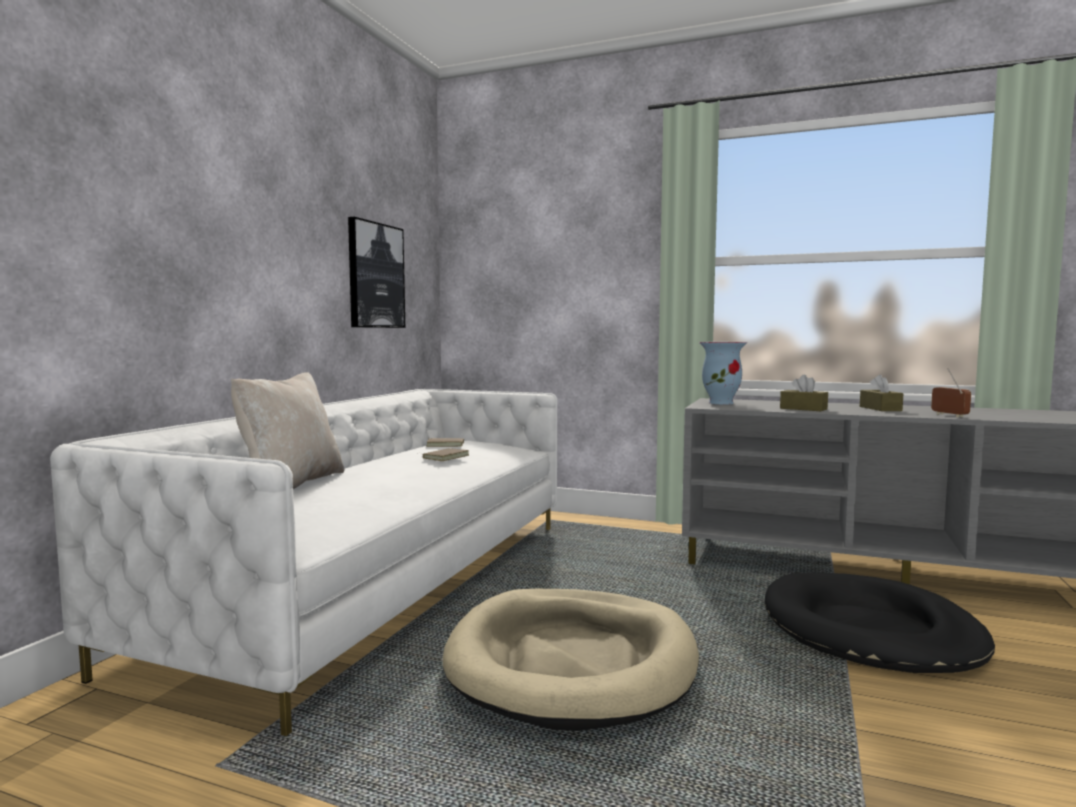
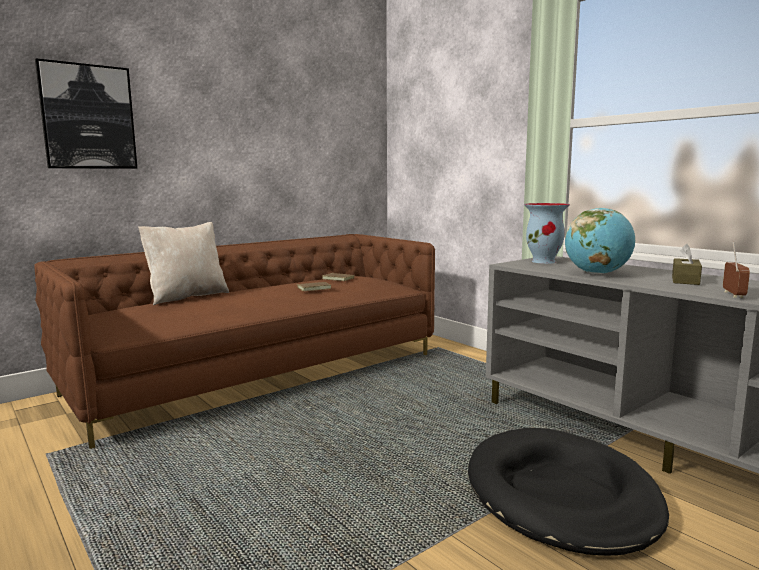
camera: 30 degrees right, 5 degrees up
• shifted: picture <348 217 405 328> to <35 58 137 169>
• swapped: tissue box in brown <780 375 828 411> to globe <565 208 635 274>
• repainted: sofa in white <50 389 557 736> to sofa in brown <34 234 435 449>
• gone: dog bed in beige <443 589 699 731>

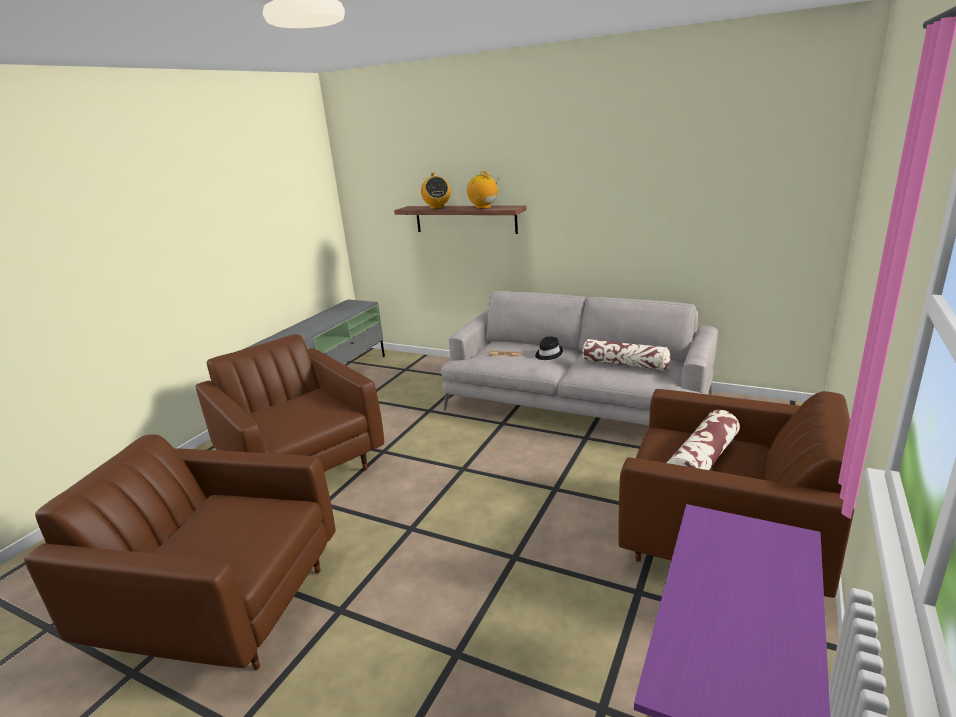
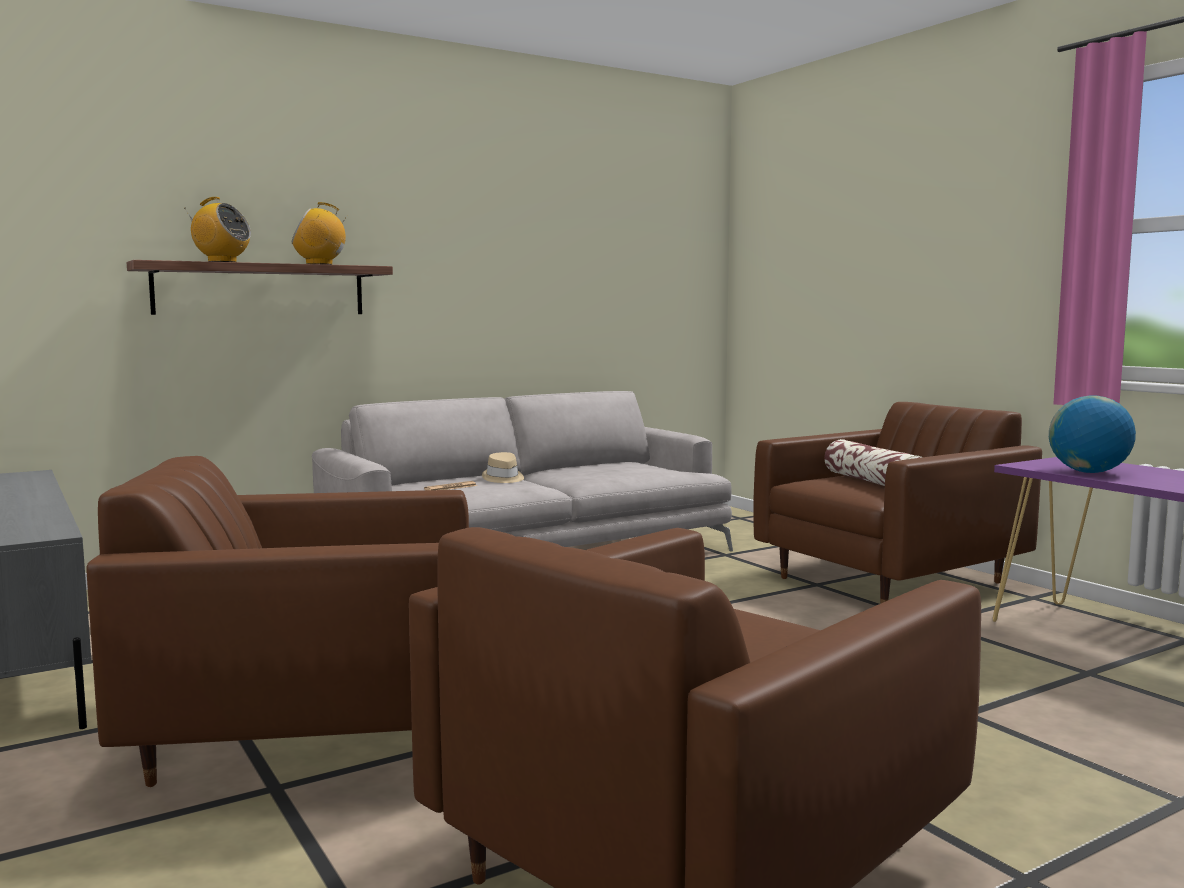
camera: 60 degrees left, 15 degrees down
• repainted: hat in black <535 337 563 360> to hat in beige <482 452 524 483>
• gone: pillow <582 339 671 370>
• new: globe <1049 396 1136 473>

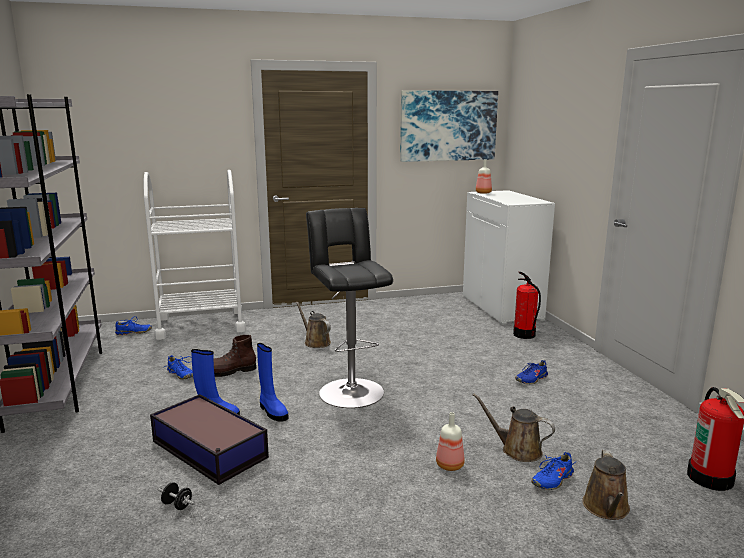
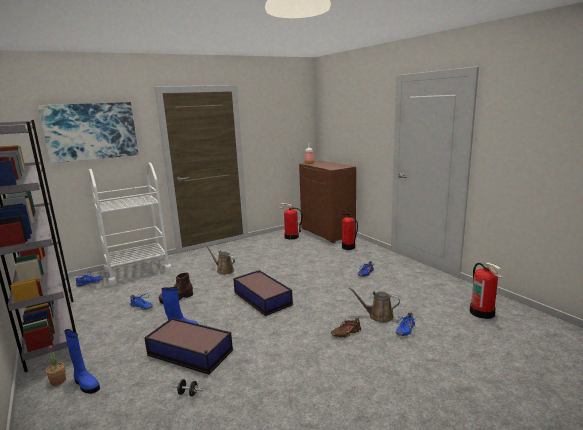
camera: 15 degrees left, 0 degrees up
• shifted: picture <400 90 498 162> to <38 102 139 164>
• repainted: cabinet in white <463 190 555 325> to cabinet in brown <299 161 356 243>
• swapped: stool in black <306 208 393 408> to storage box <233 270 293 316>
• shifted: boot in blue <257 343 289 422> to <64 329 100 394>
• swapped: bottle <436 412 465 471> to shoe in brown <331 318 361 338>
• gone: watering can in brown <582 450 630 520>
• new: fire extinguisher <280 203 303 239>
• new: potted plant <46 345 66 386>

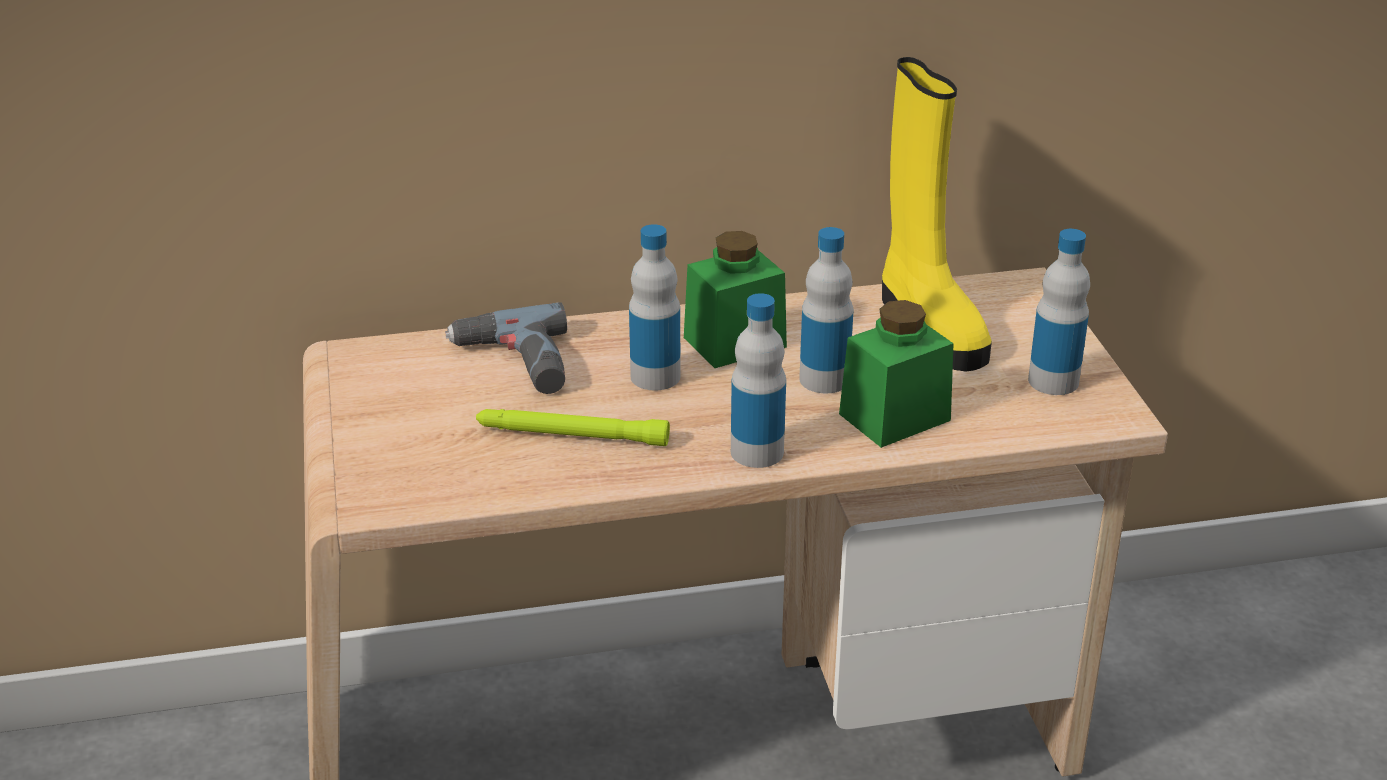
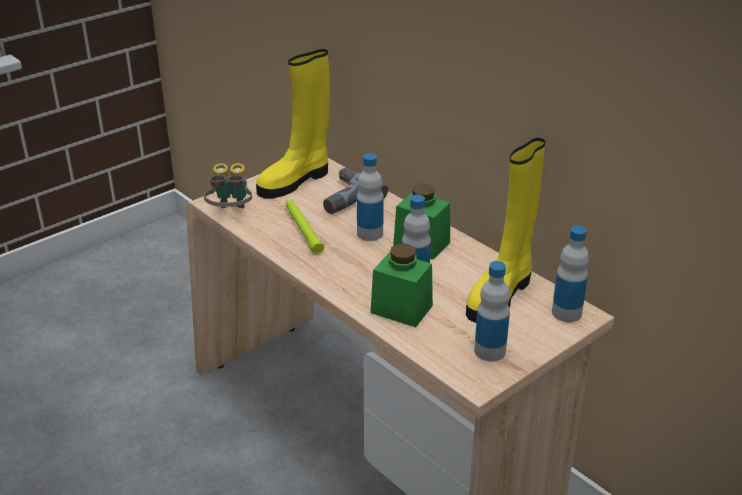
camera: 60 degrees right, 0 degrees up
• shifted: bottle <731 293 786 468> to <552 226 589 322>
• new: boot in yellow <256 49 330 199>
• new: binoculars <204 163 252 208>

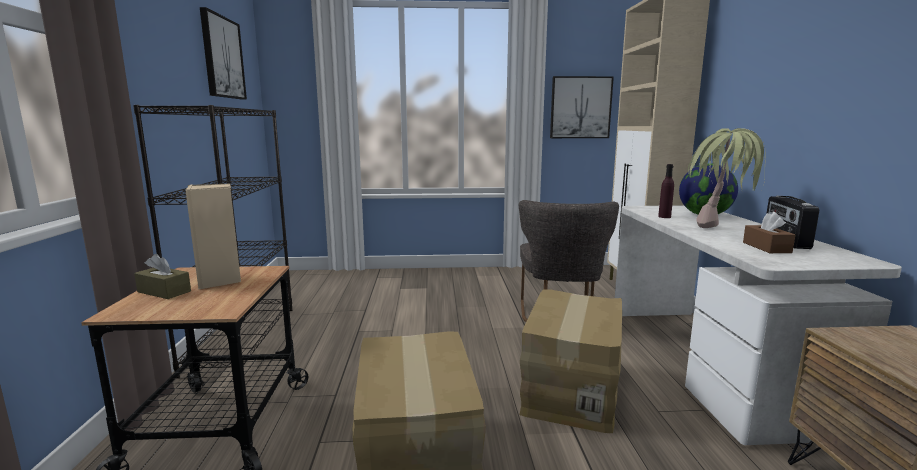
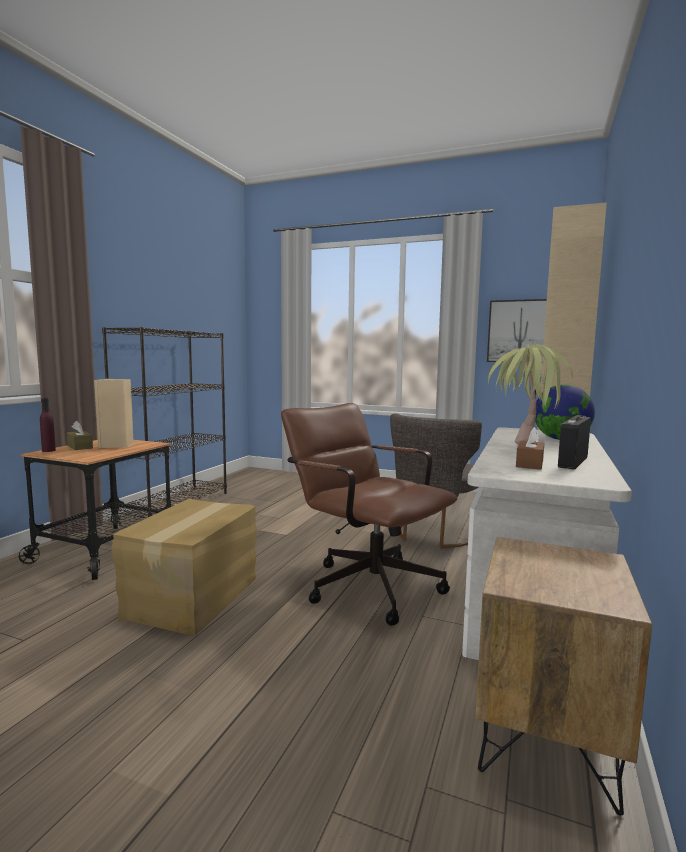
camera: 25 degrees right, 5 degrees down
• gone: picture <200 7 247 100>
• shifted: bottle in purple <658 164 674 218> to <40 398 56 452>
• swapped: cardboard box <519 289 622 433> to office chair in brown <281 403 457 626>

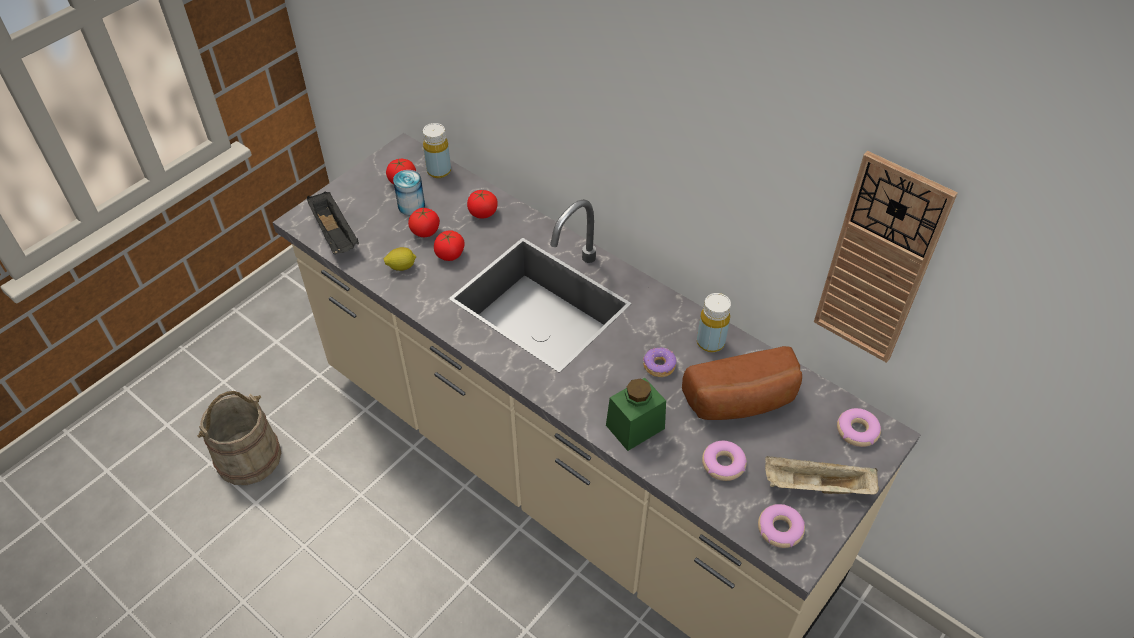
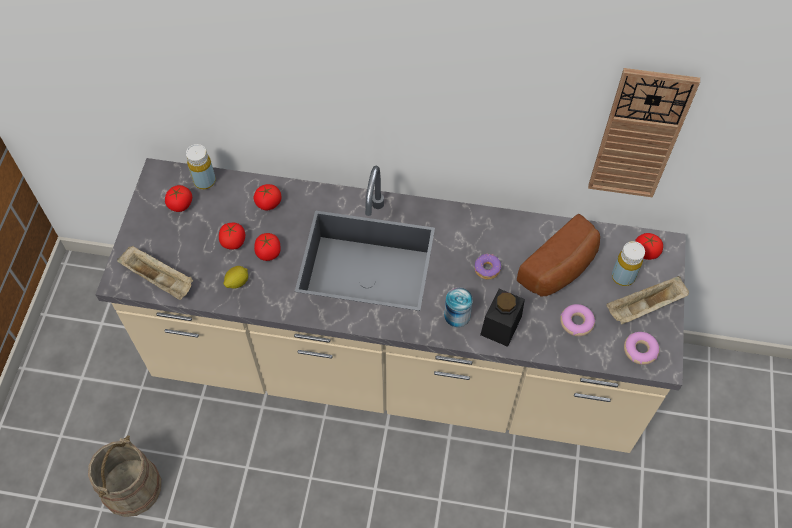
camera: 30 degrees left, 10 degrees up
• shifted: can <393 170 425 215> to <444 287 473 327>
• repainted: tray in black <307 191 359 254> to tray in beige <117 246 193 300>
• shifted: bottle in yellow <697 293 731 352> to <612 241 645 286>
• repainted: jar in green <606 378 666 451> to jar in black <480 289 525 347>
• swapped: donut <837 408 881 447> to tomato <635 233 663 260>

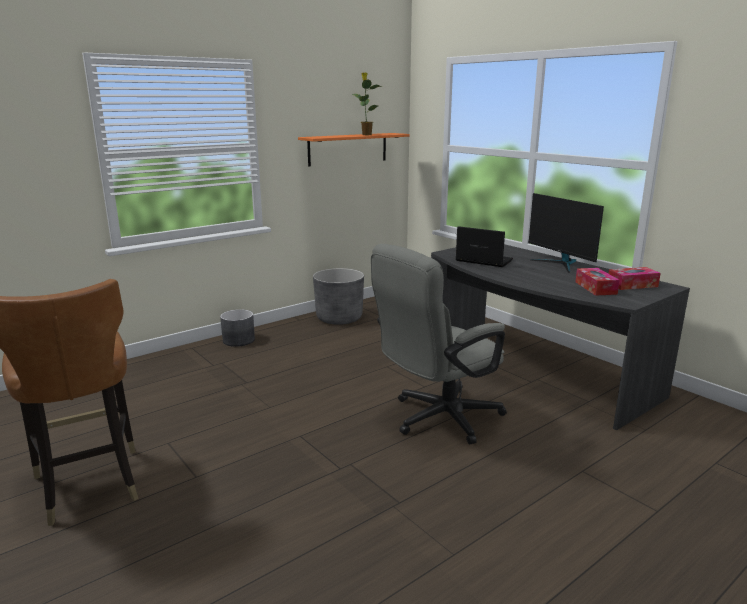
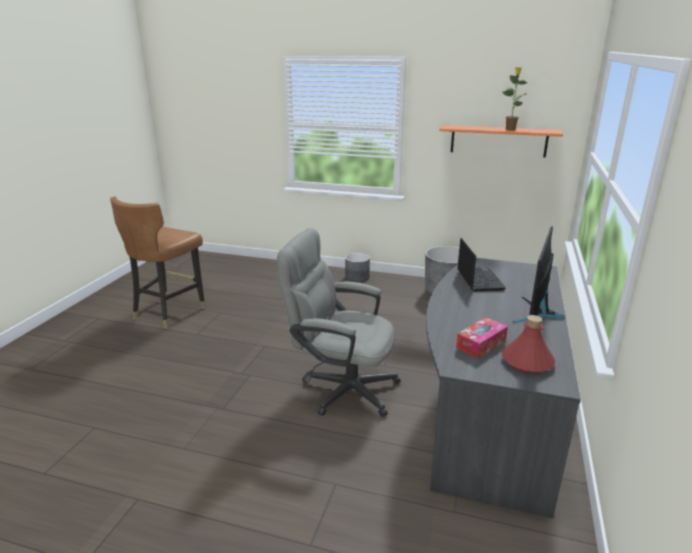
camera: 55 degrees right, 5 degrees up
• swapped: tissue box <608 267 661 290> to bottle in red <502 315 555 373>

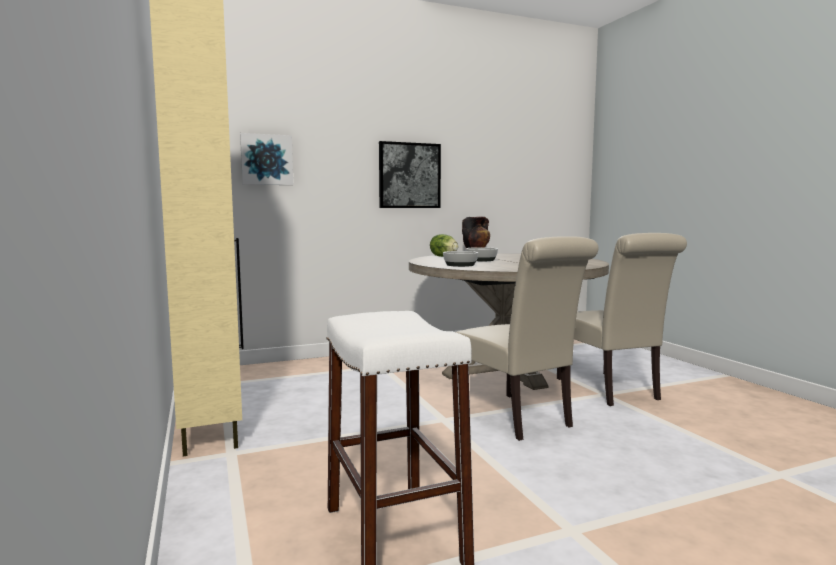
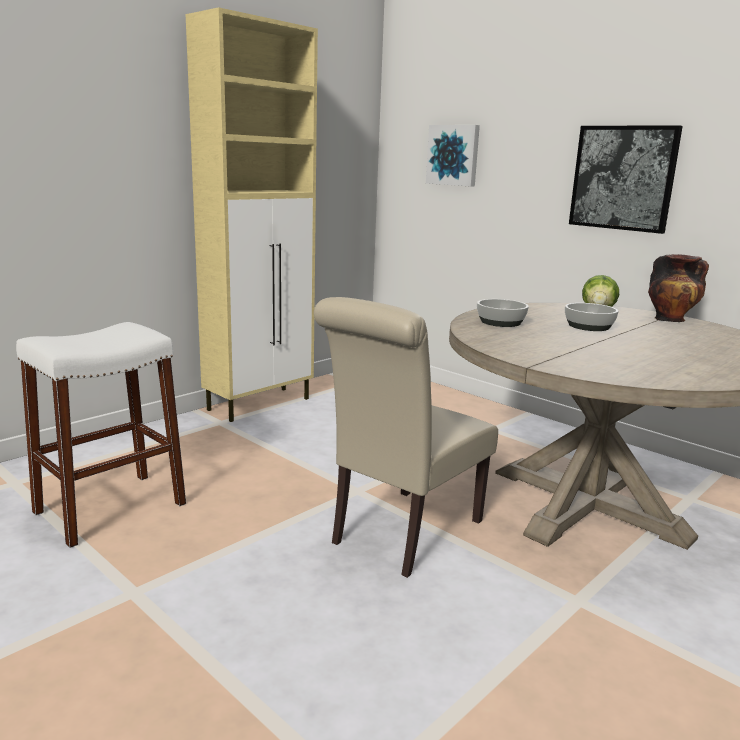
camera: 65 degrees right, 10 degrees up
• gone: chair in beige <557 233 687 406>

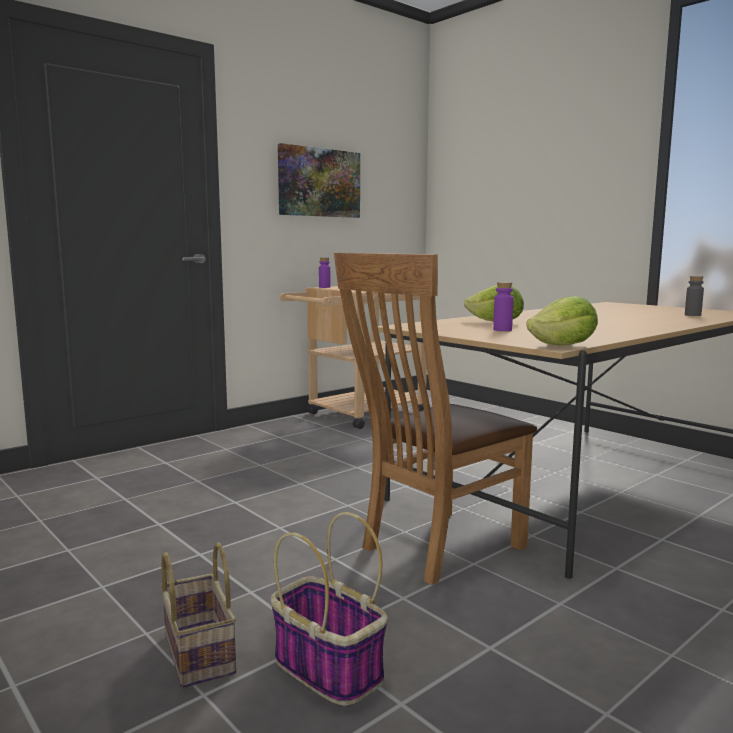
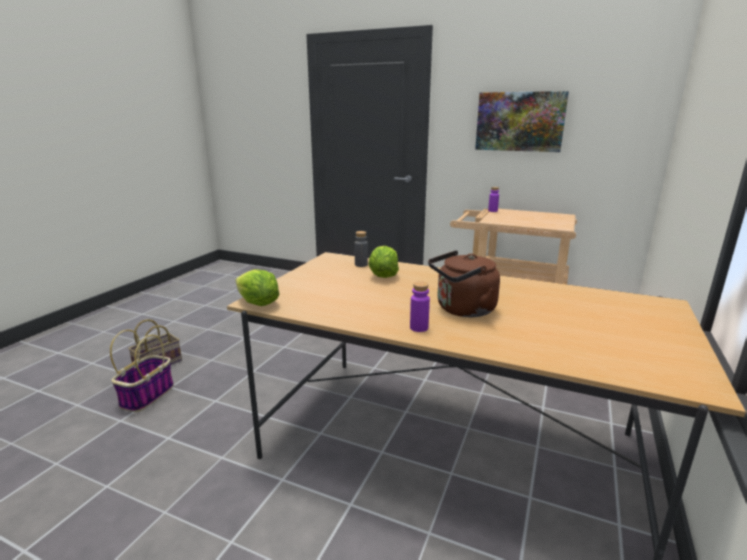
camera: 65 degrees right, 10 degrees up
• gone: chair in brown <334 253 537 585>
• shifted: bottle in grey <685 276 704 316> to <354 231 368 267>
• shifted: bottle in purple <493 282 513 331> to <410 281 430 332>
• new: kettle in brown <428 250 500 317>

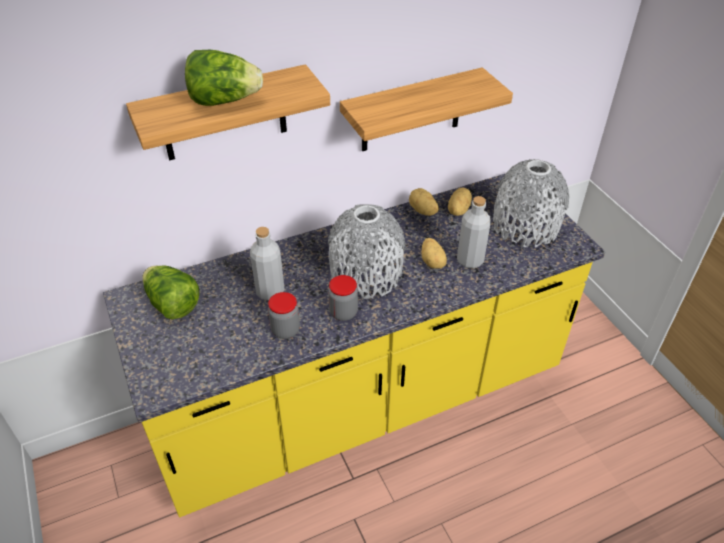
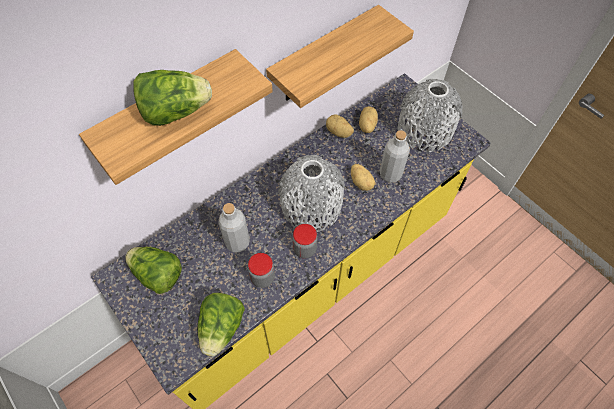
camera: 15 degrees left, 15 degrees up
• new: lettuce <197 293 245 357>

